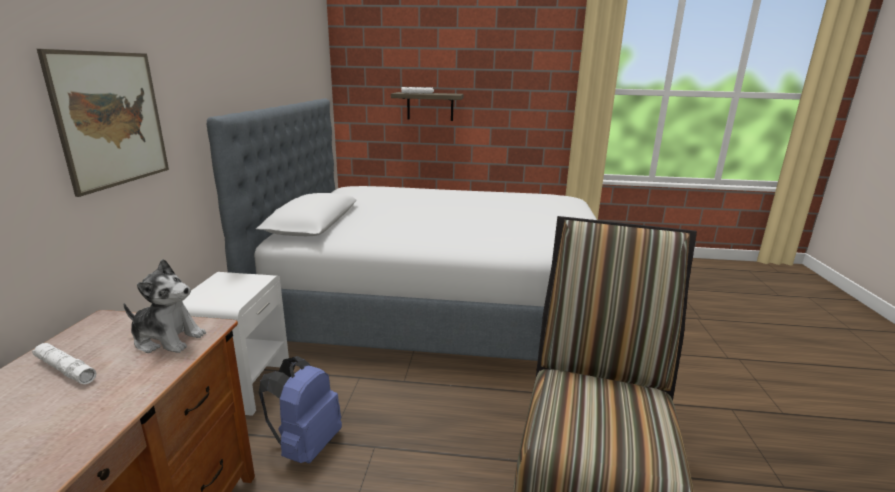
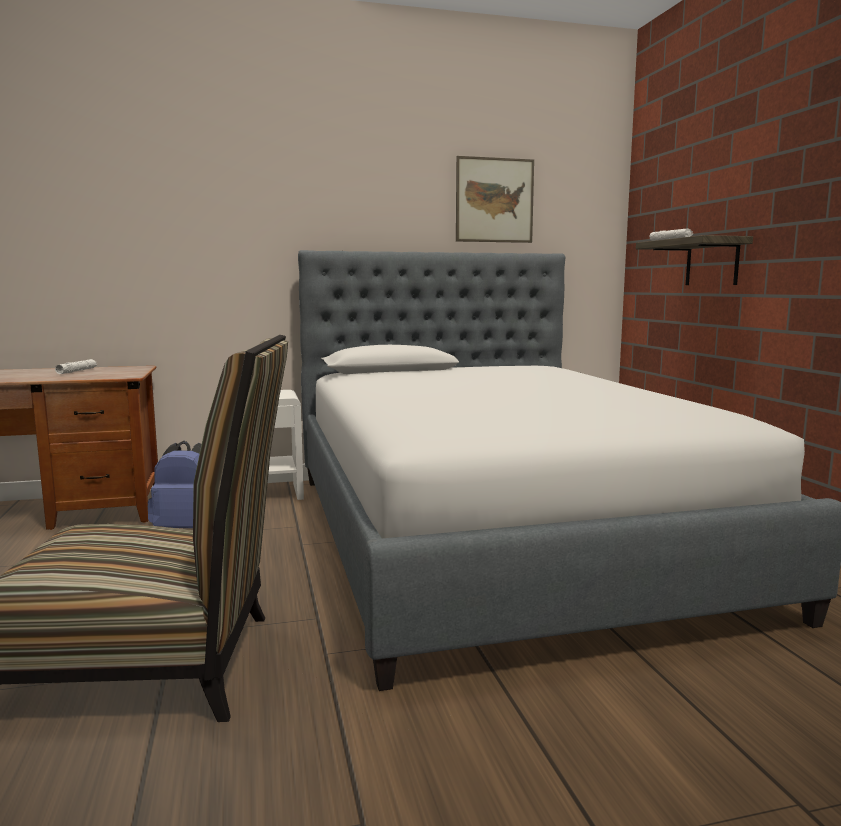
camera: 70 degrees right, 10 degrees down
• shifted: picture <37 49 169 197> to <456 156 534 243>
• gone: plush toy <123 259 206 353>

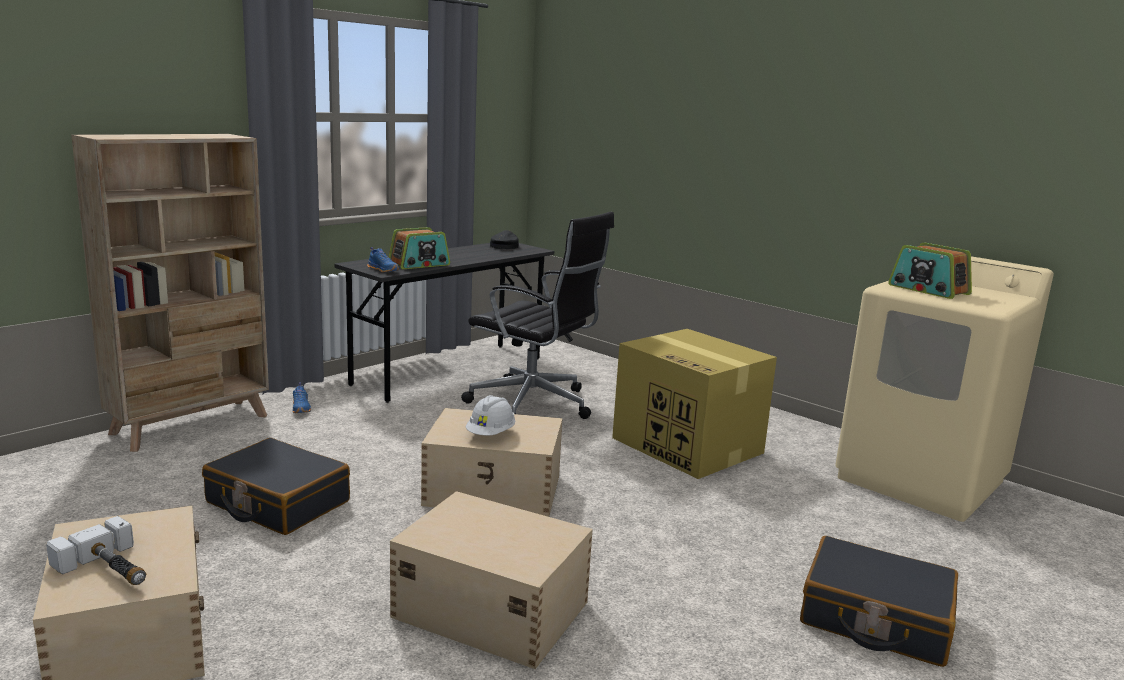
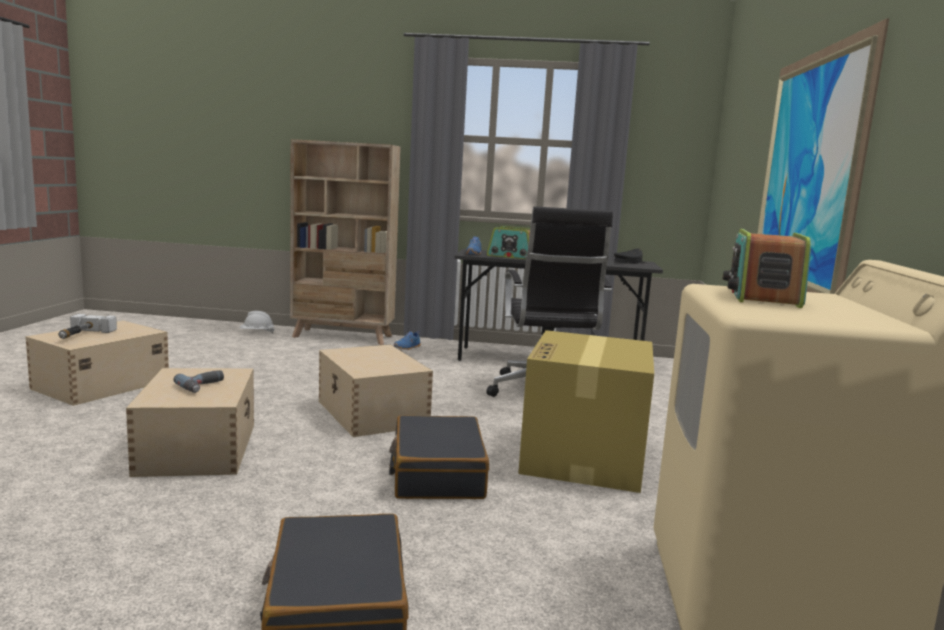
camera: 55 degrees right, 5 degrees down
• shifted: hard hat in white <466 395 515 436> to <239 311 275 333>
• shifted: suitcase in black <202 438 350 535> to <389 415 489 499>
• new: picture <757 18 889 294>
• new: power drill <173 370 224 393>

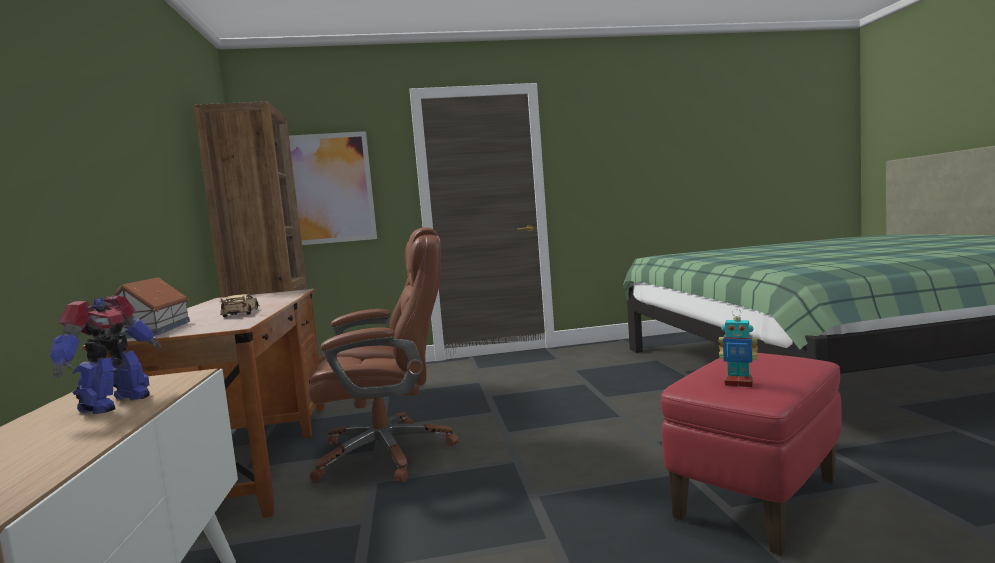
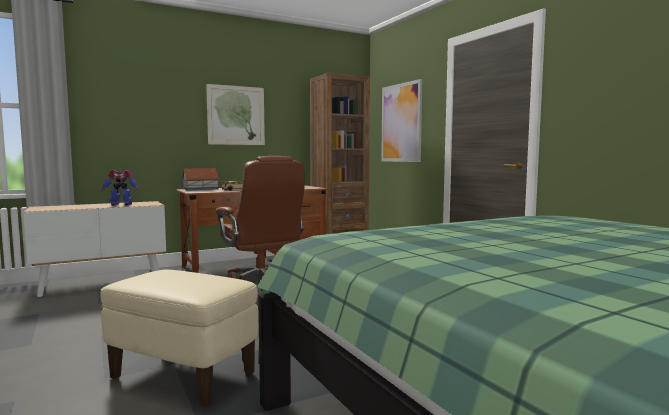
camera: 70 degrees right, 0 degrees up
• gone: toy robot <719 309 758 387>
• repainted: ottoman in red <661 353 842 556> to ottoman in beige <100 270 258 406>
• new: picture <206 84 265 145>

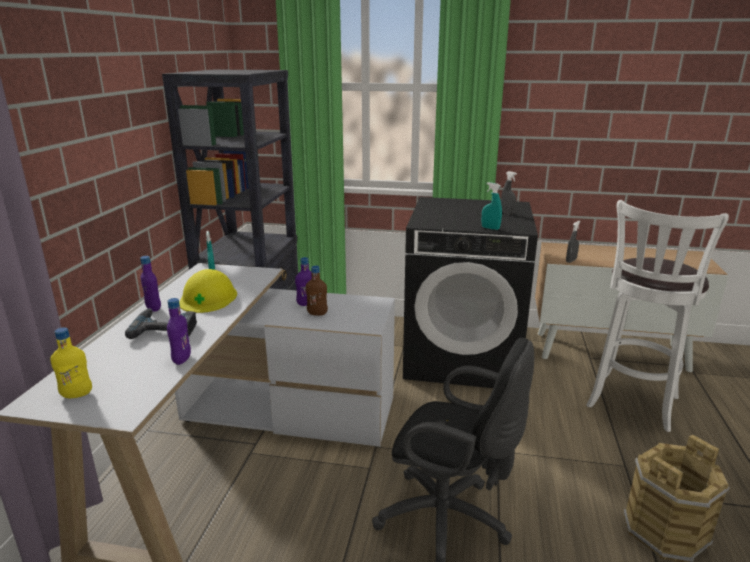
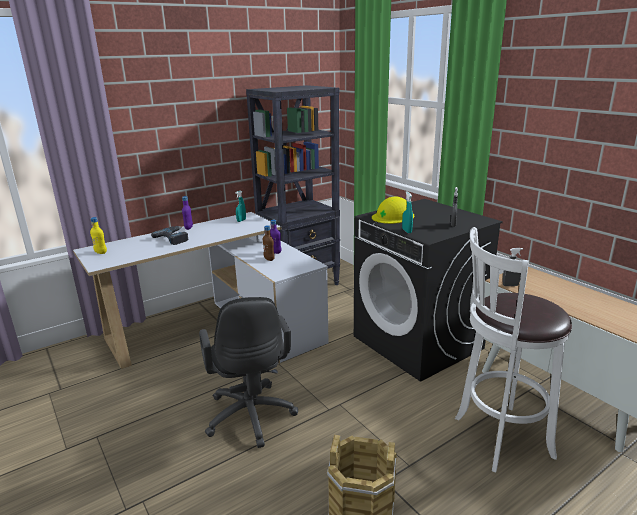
camera: 45 degrees right, 0 degrees up
• shifted: hard hat in yellow <179 269 237 313> to <372 196 414 224>
• gone: bottle in purple <167 298 191 365>

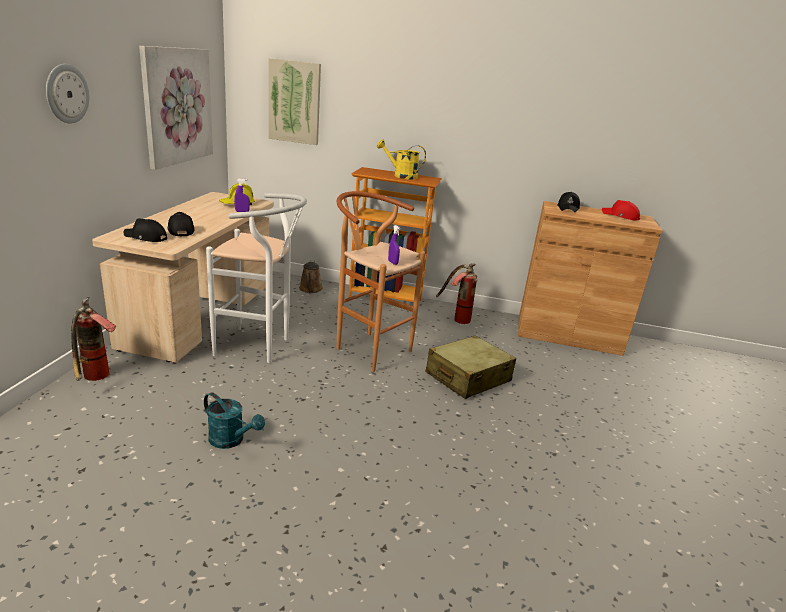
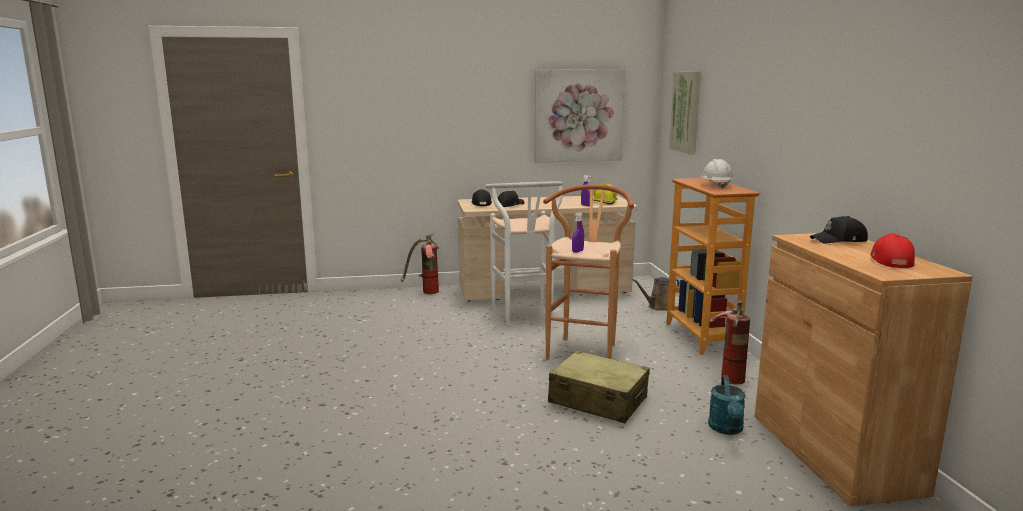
camera: 70 degrees right, 10 degrees down
• gone: wall clock <46 64 89 124>
• swapped: watering can in yellow <377 139 426 179> to hard hat in white <701 159 733 189>
• shifted: watering can in turquoise <204 392 265 449> to <708 375 746 435>

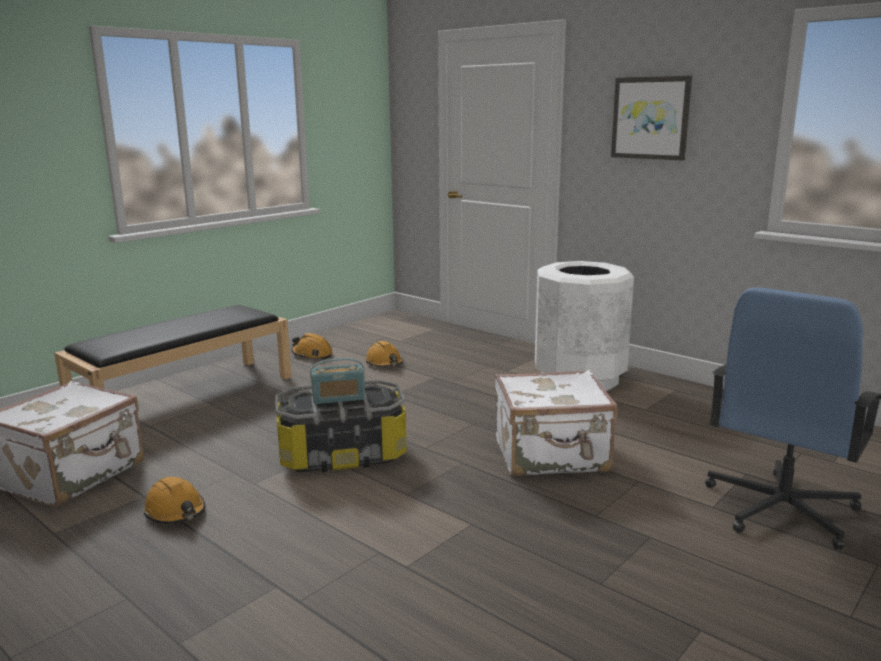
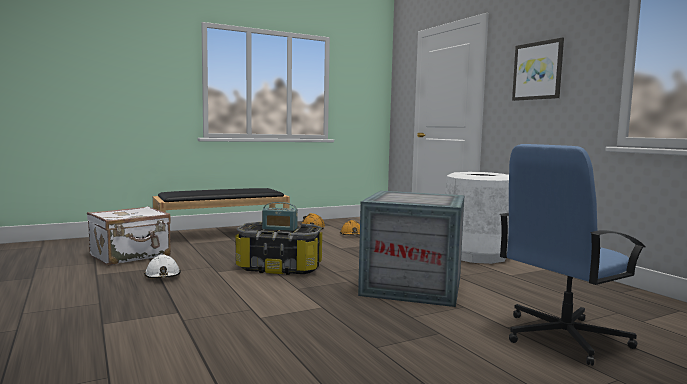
camera: 20 degrees right, 10 degrees down
• swapped: suitcase in white <495 370 618 476> to crate <358 191 464 307>
• repainted: hard hat in orange <144 477 205 524> to hard hat in white <144 255 181 278>

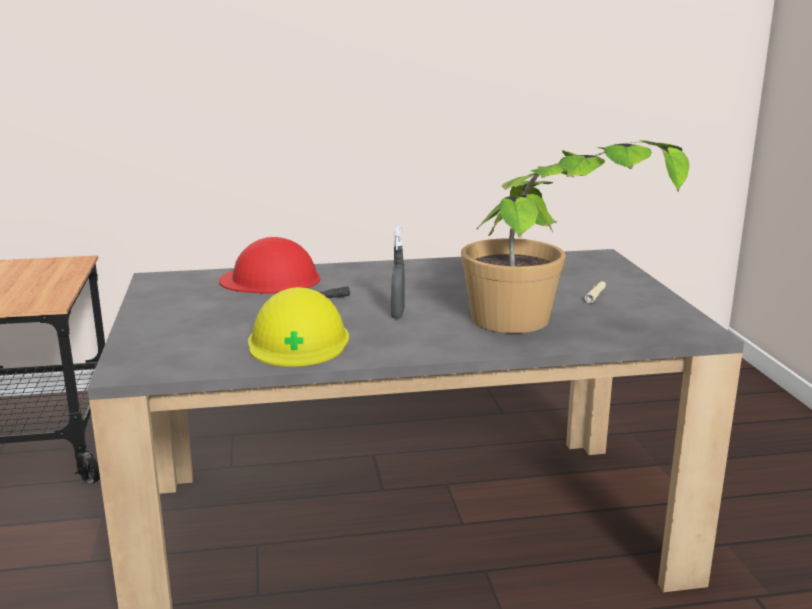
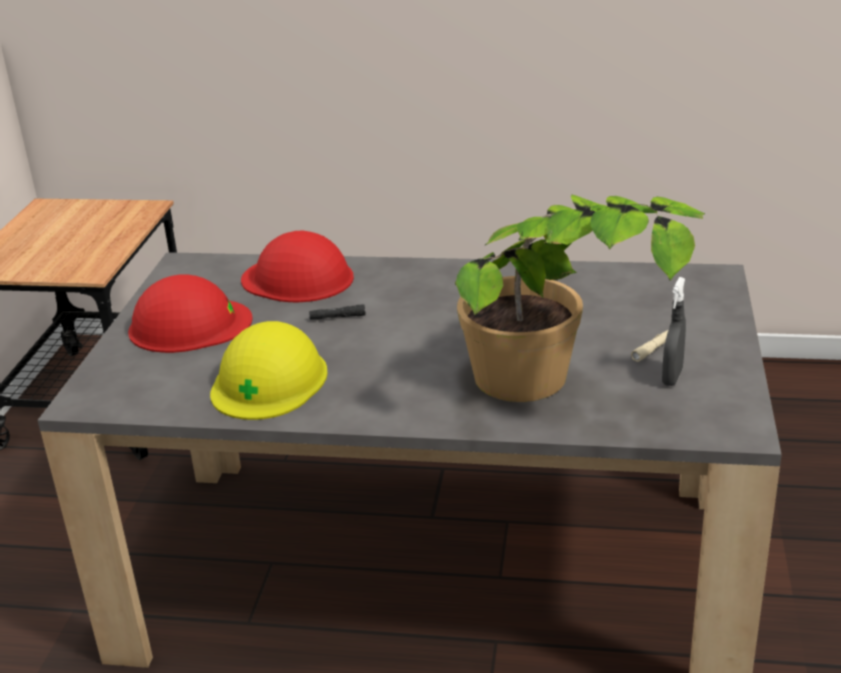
camera: 20 degrees right, 10 degrees up
• shifted: spray bottle in grey <391 227 405 318> to <662 277 686 386>
• new: hard hat in red <128 274 252 353>

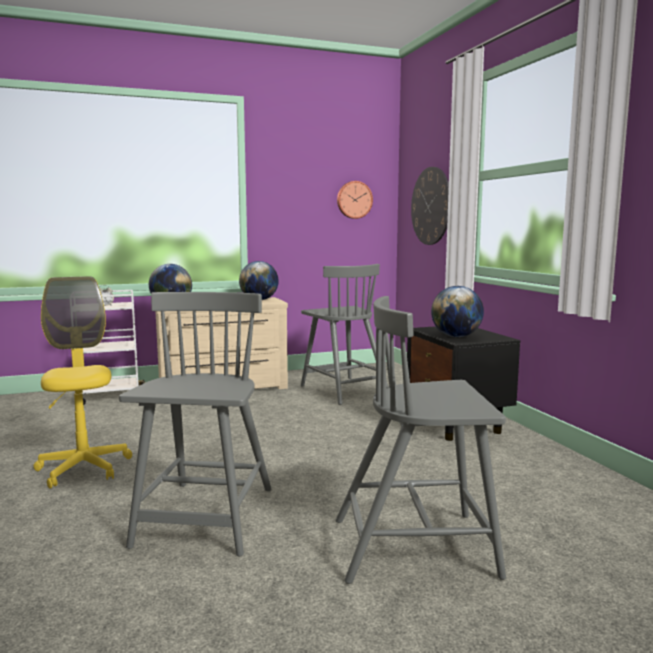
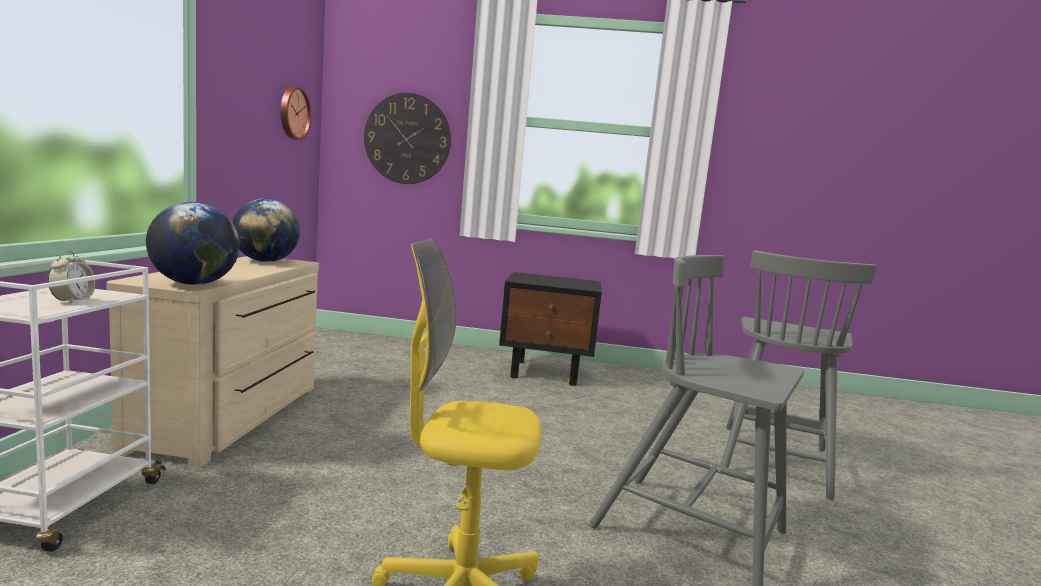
camera: 65 degrees left, 0 degrees up
• gone: chair in grey <301 264 388 405>
• gone: globe <431 286 484 337>

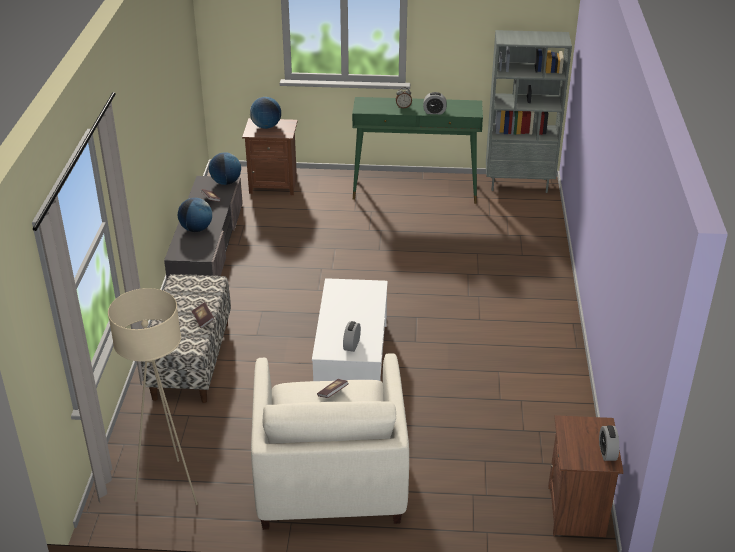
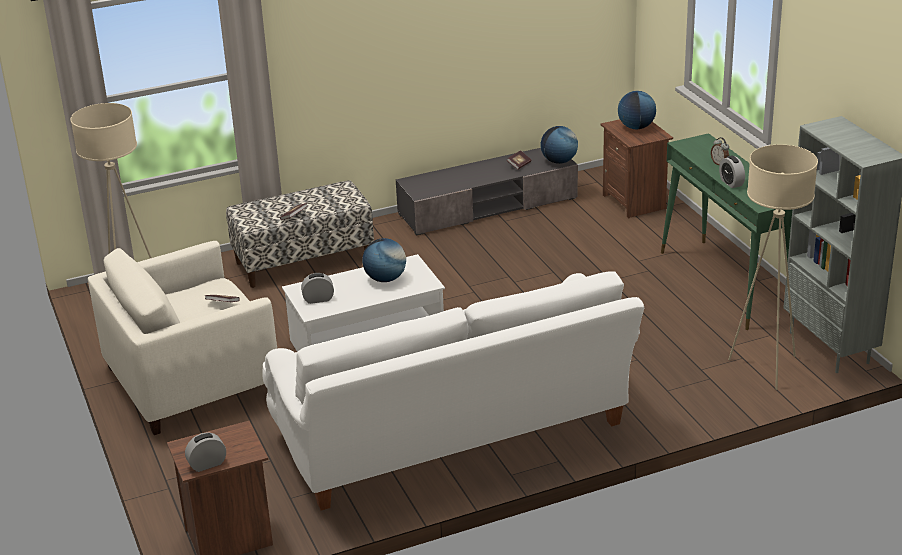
camera: 65 degrees right, 5 degrees down
• shifted: globe <178 198 212 232> to <362 238 406 282>
• new: floor lamp in beige <728 145 818 390>
• new: sofa in white <262 271 644 511>

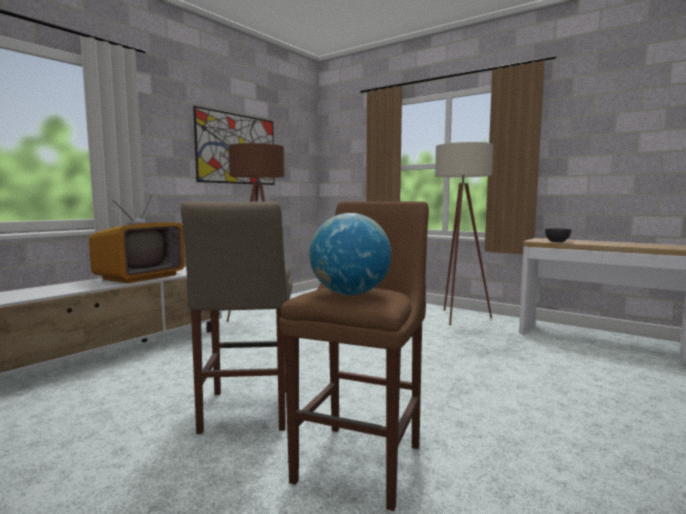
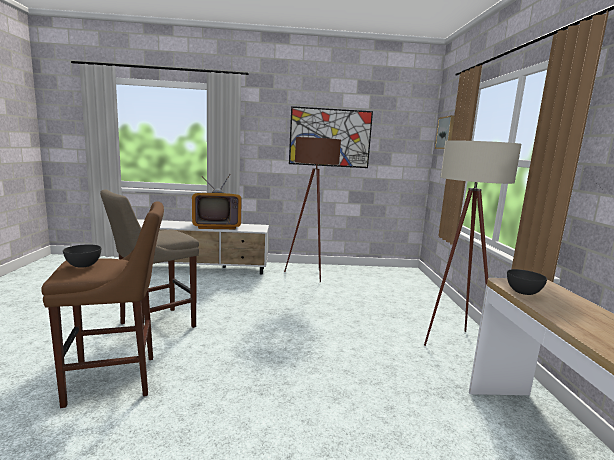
camera: 50 degrees right, 5 degrees up
• swapped: globe <309 213 391 295> to bowl in grey <63 244 101 268>
• new: picture <435 115 454 149>

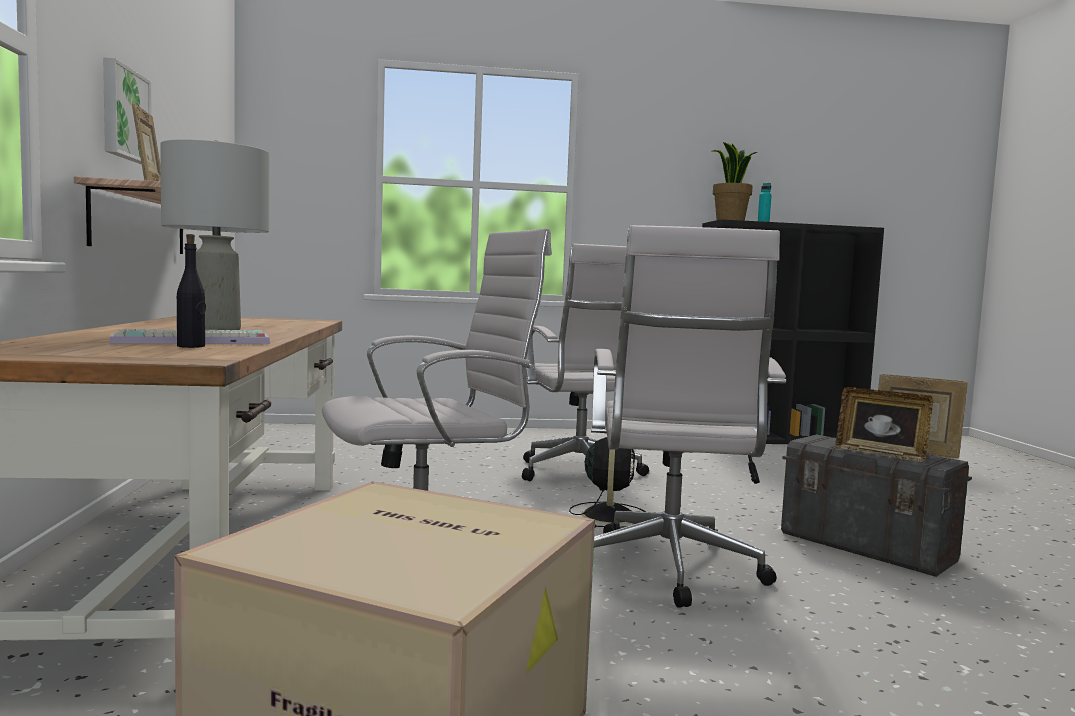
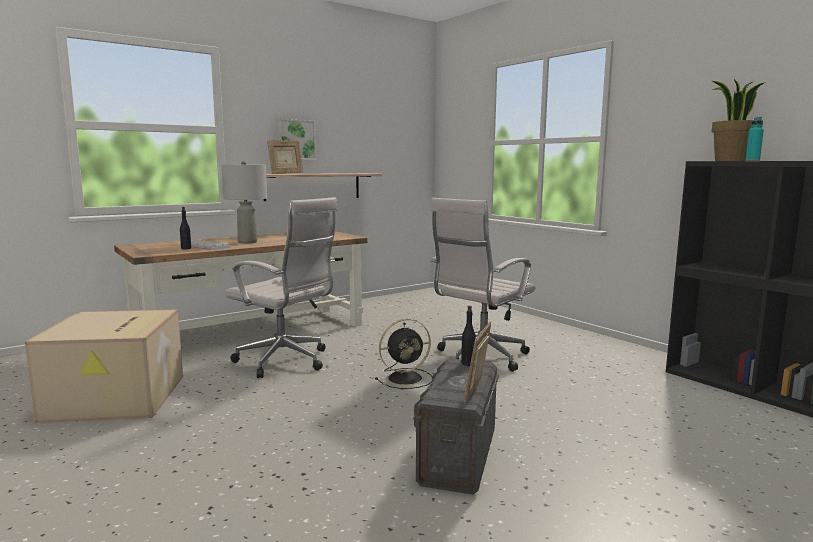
camera: 60 degrees right, 5 degrees up
• gone: office chair in white <591 225 786 608>
• gone: picture frame <836 387 933 462>
• new: bottle in black <461 306 476 366>

